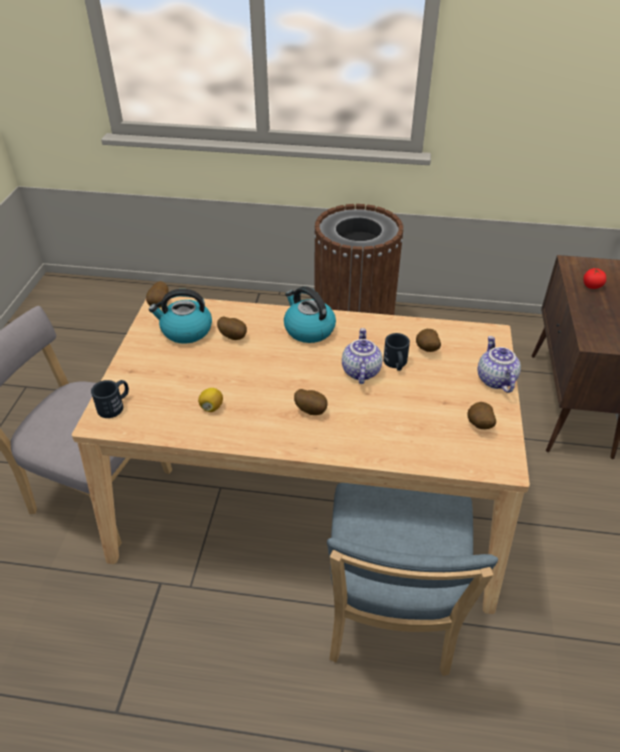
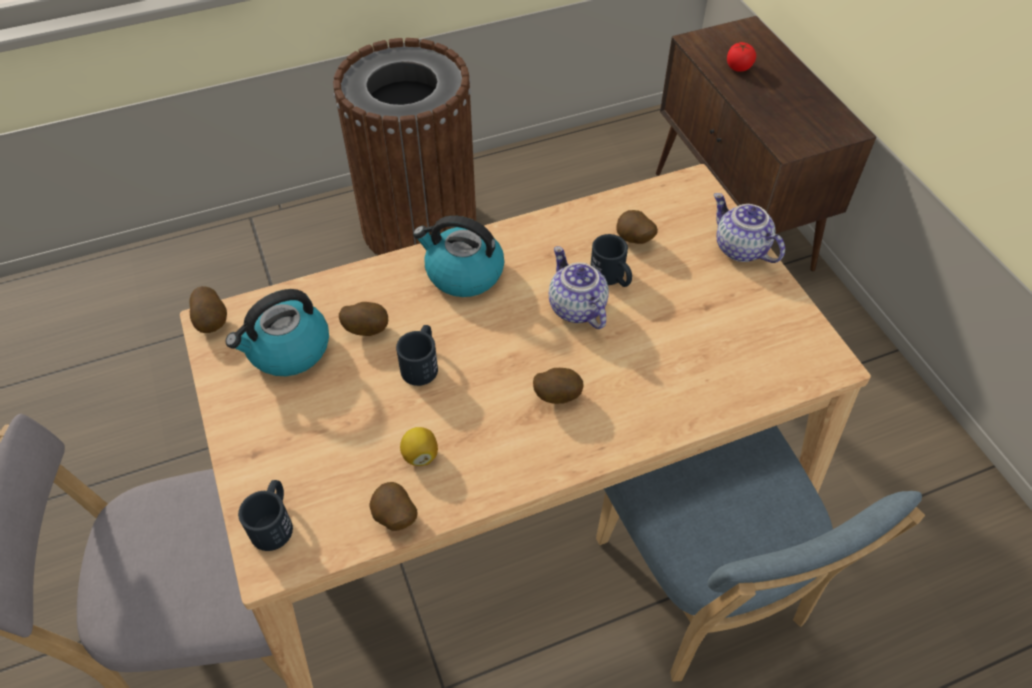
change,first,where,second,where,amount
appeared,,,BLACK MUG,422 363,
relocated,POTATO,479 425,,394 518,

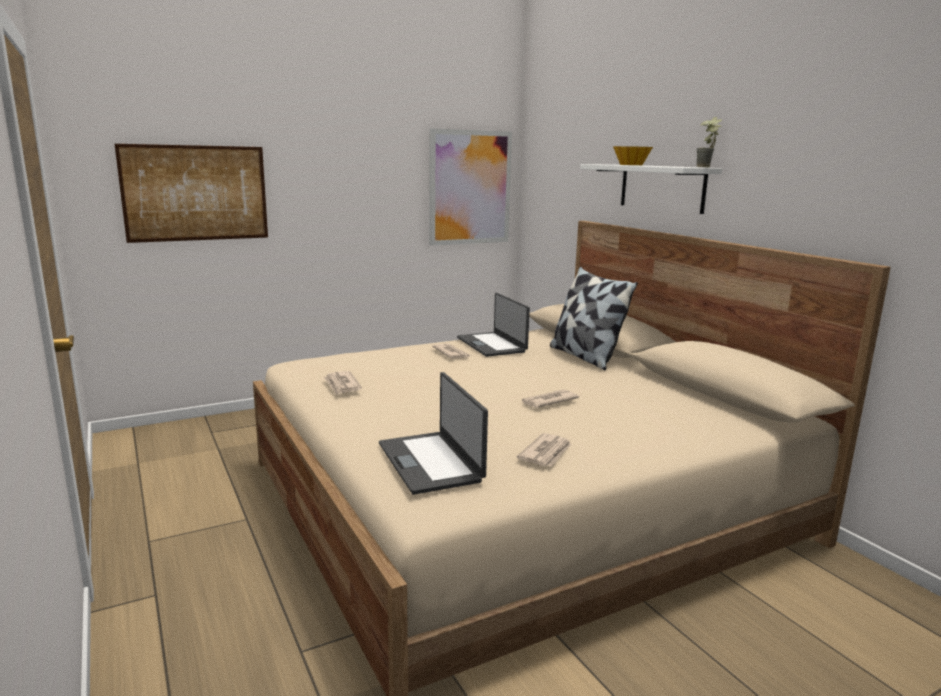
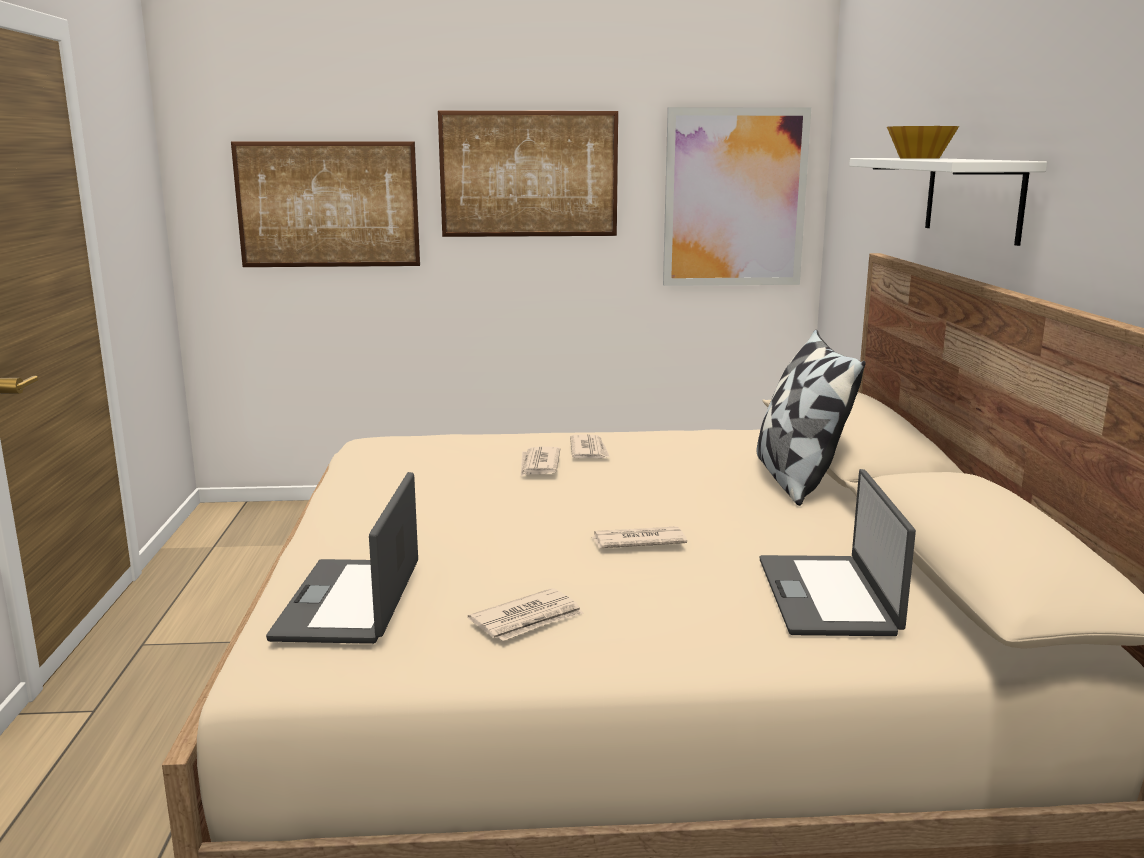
change,first,where,second,where,amount
missing,POTTED PLANT,707 167,,,
appeared,,,PICTURE,529 174,
relocated,NEWSPAPER,342 385,,538 465,
relocated,LAPTOP,492 345,,829 596,

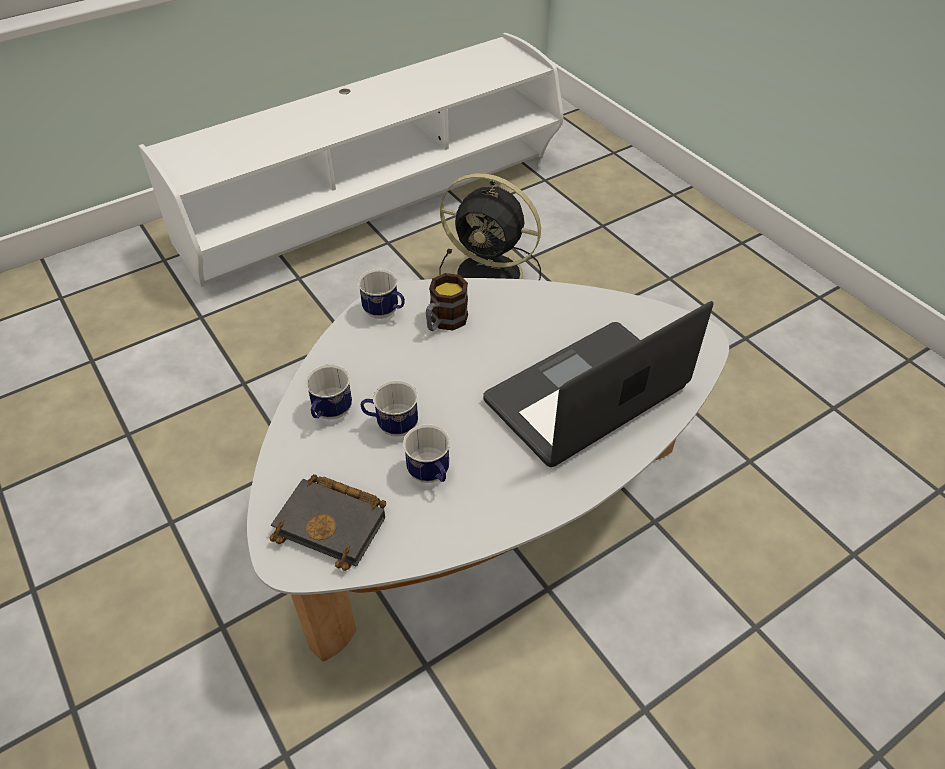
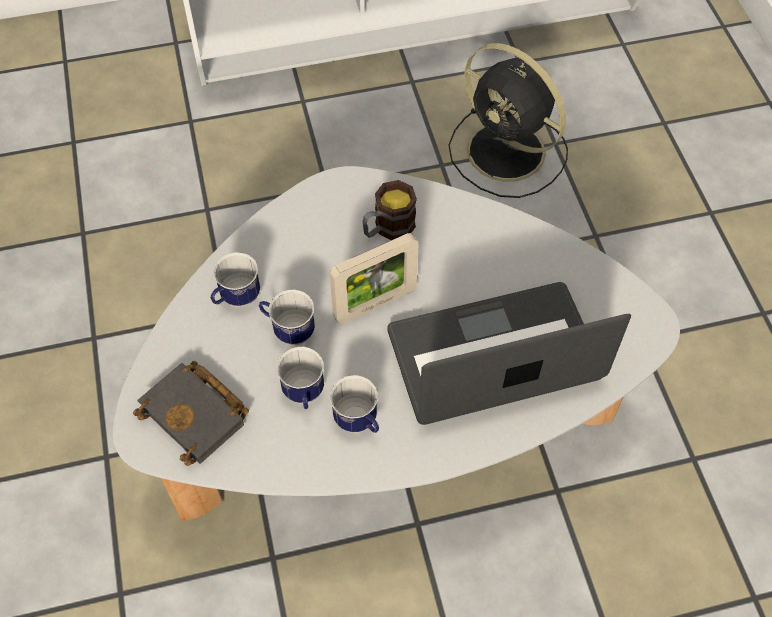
change,first,where,second,where,amount
appeared,,,PICTURE FRAME,375 304,
relocated,MUG,385 313,,359 423,

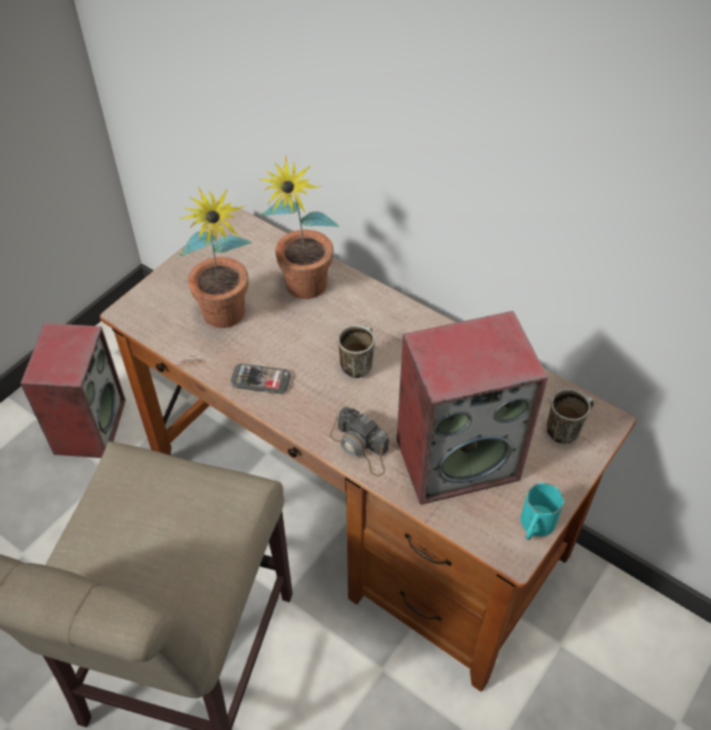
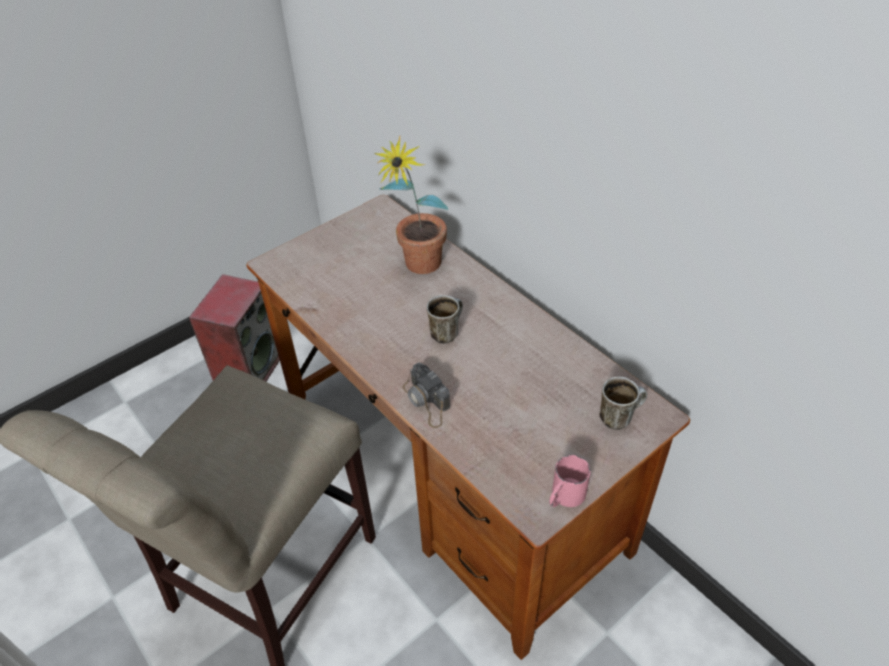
change,first,where,second,where,amount
missing,POTTED PLANT,226 322,,,
missing,PHONE,260 380,,,
missing,SPEAKER,458 457,,,
colour,TURQUOISE MUG,535 526,PINK MUG,564 497,

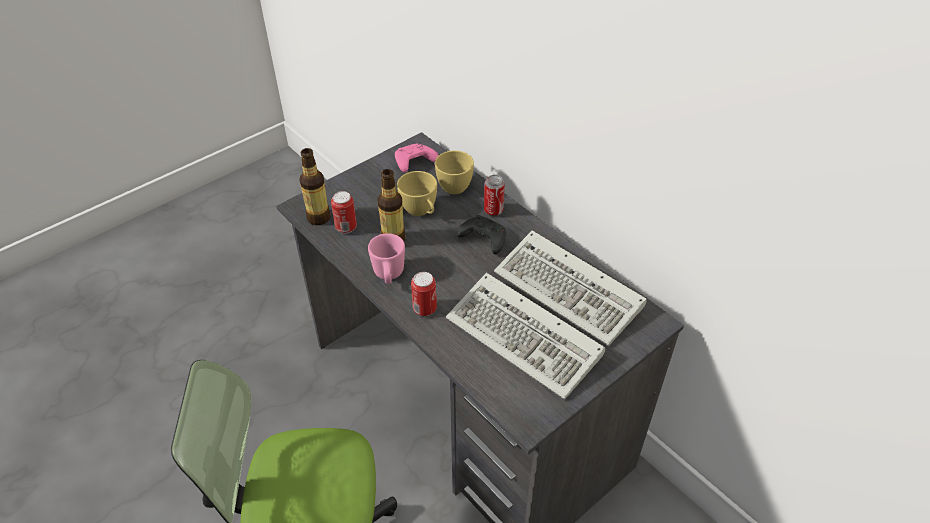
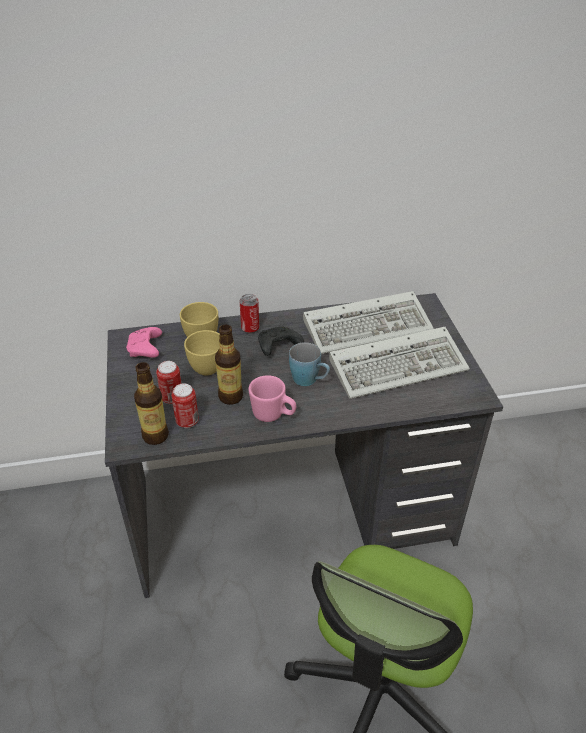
change,first,where,second,where,amount
appeared,,,BLUE MUG,310 380,
relocated,CAN,424 309,,172 398,

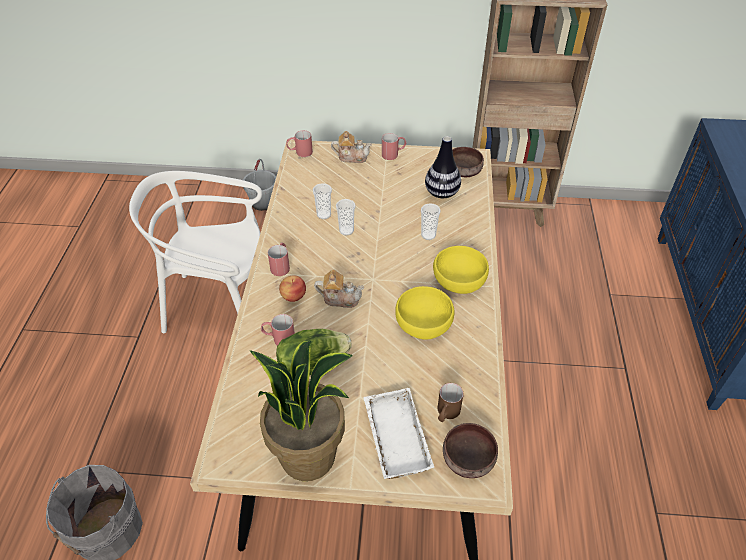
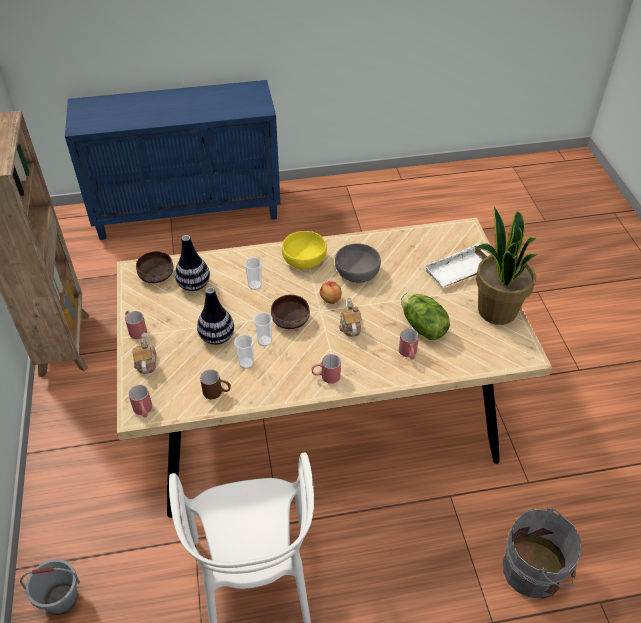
change,first,where,second,where,amount
appeared,,,VASE,217 337,
relocated,APPLE,293 296,,330 299,
relocated,BROWN MUG,446 414,,217 392,
relocated,BROWN BOWL,469 459,,291 319,
colour,YELLOW BOWL,422 324,GREY BOWL,357 273,

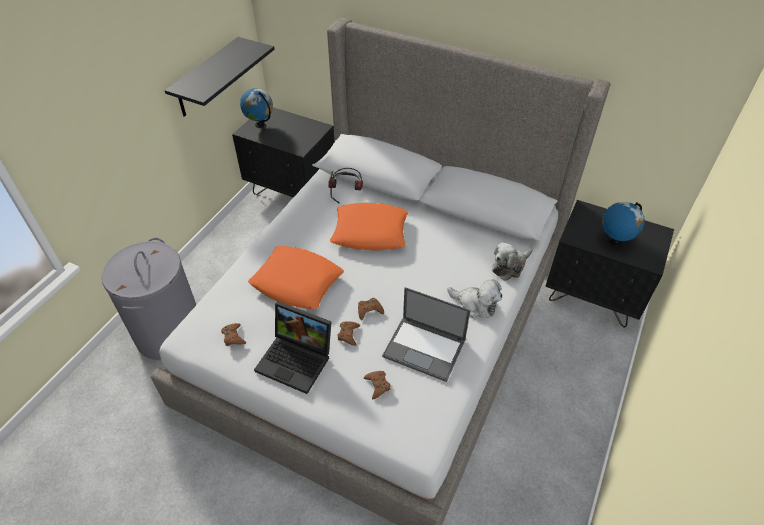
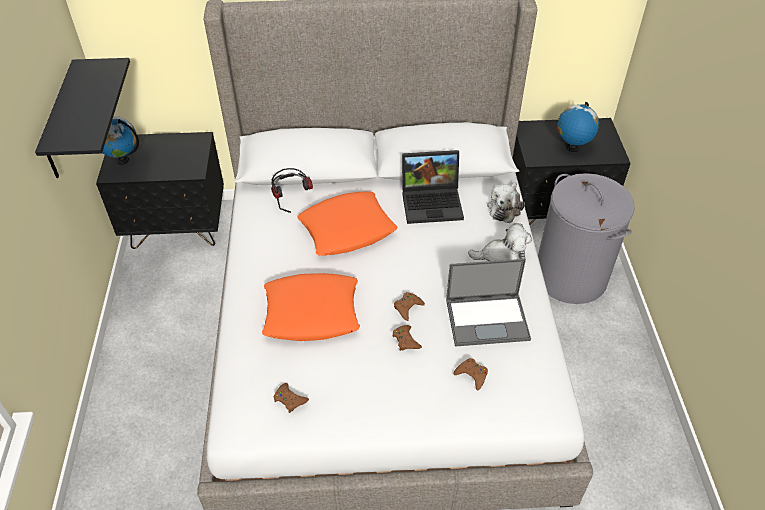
change,first,where,second,where,amount
relocated,GREY LAUNDRY BASKET,170 333,,571 277,
relocated,LAPTOP,297 360,,433 202,

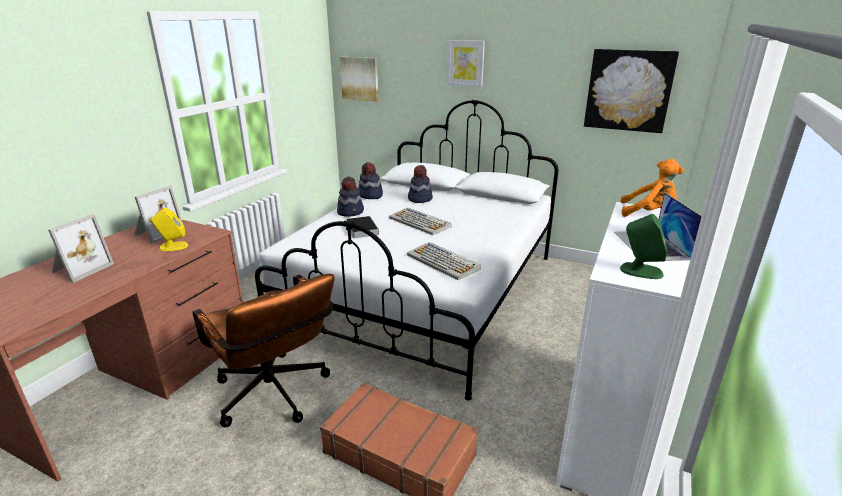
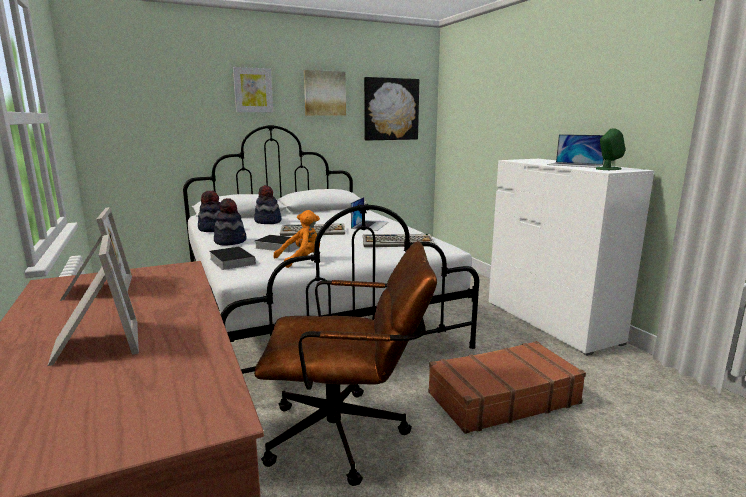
change,first,where,second,where,amount
missing,YELLOW SPEAKER,173 246,,,
appeared,,,BOOK,231 261,
appeared,,,LAPTOP,370 225,
relocated,PICTURE,360 78,,324 93,
relocated,ORANGE PLUSH TOY,648 213,,301 260,

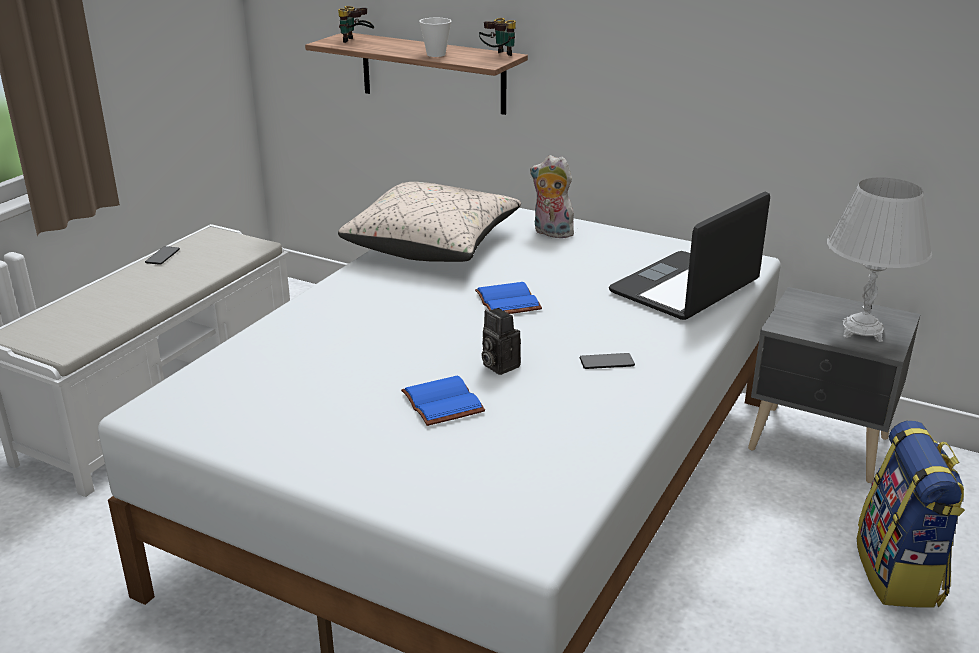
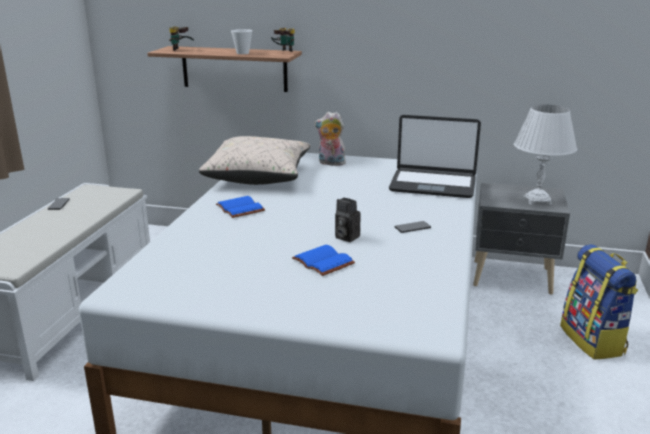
change,first,where,second,where,amount
relocated,BLUE BOOK,510 301,,241 208,
spun,LAPTOP,686 288,,433 184,105 degrees counterclockwise

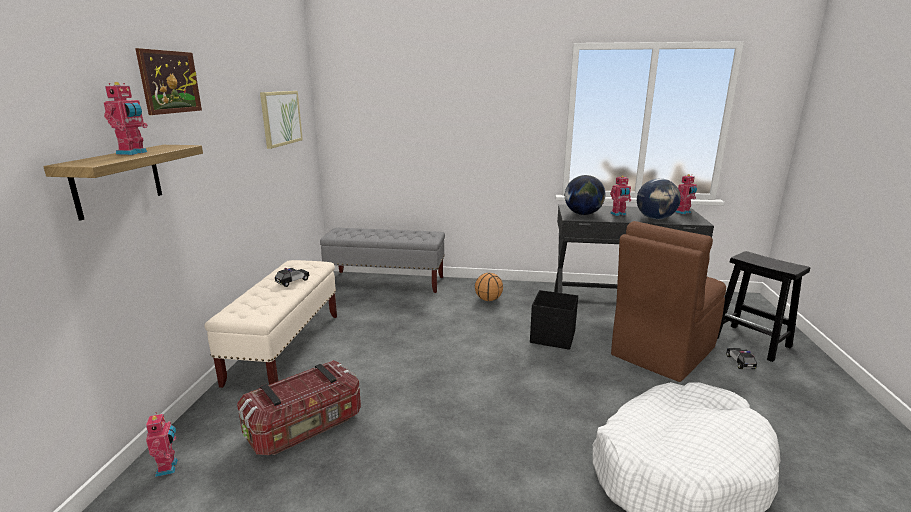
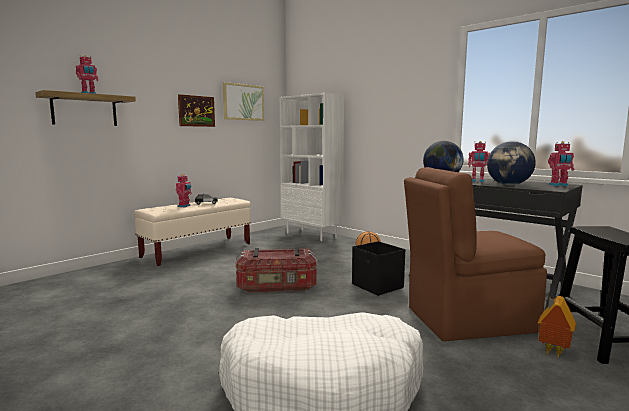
change,first,where,second,where,amount
relocated,PICTURE,170 82,,196 111,
relocated,TOY ROBOT,168 467,,184 206,
relocated,STORAGE BOX,306 427,,277 287,
exchanged,GREY BENCH,386 282,WHITE BOOKCASE,312 235,
exchanged,TOY CAR,740 362,TOY HOUSE,551 351,

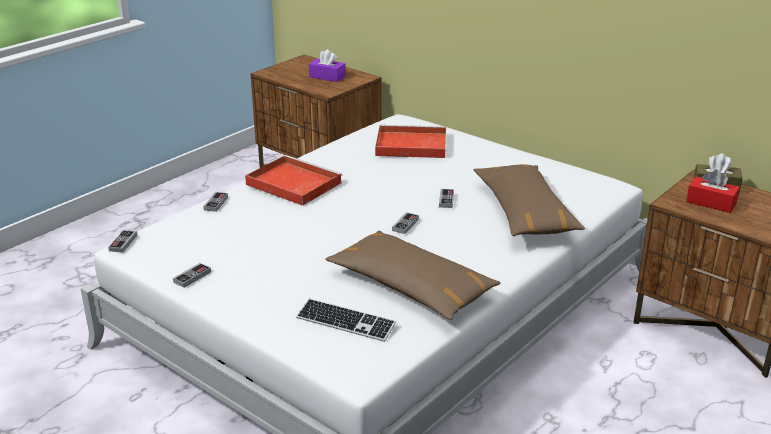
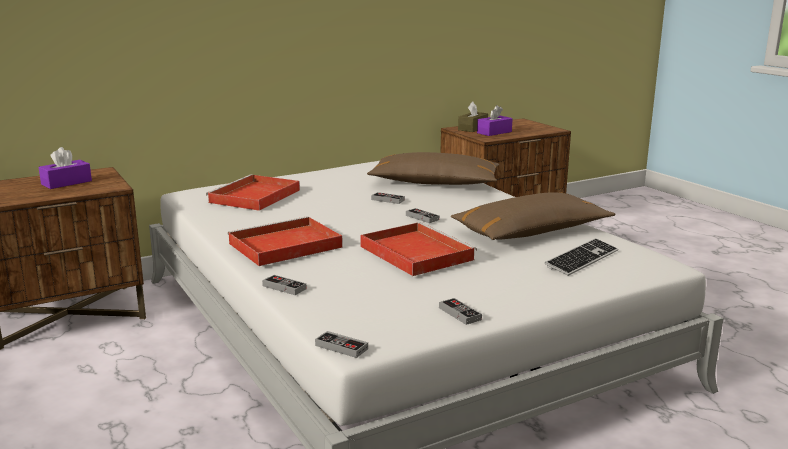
change,first,where,second,where,amount
appeared,,,RED TRAY,414 252,
colour,RED TISSUE BOX,711 202,PURPLE TISSUE BOX,494 132,

